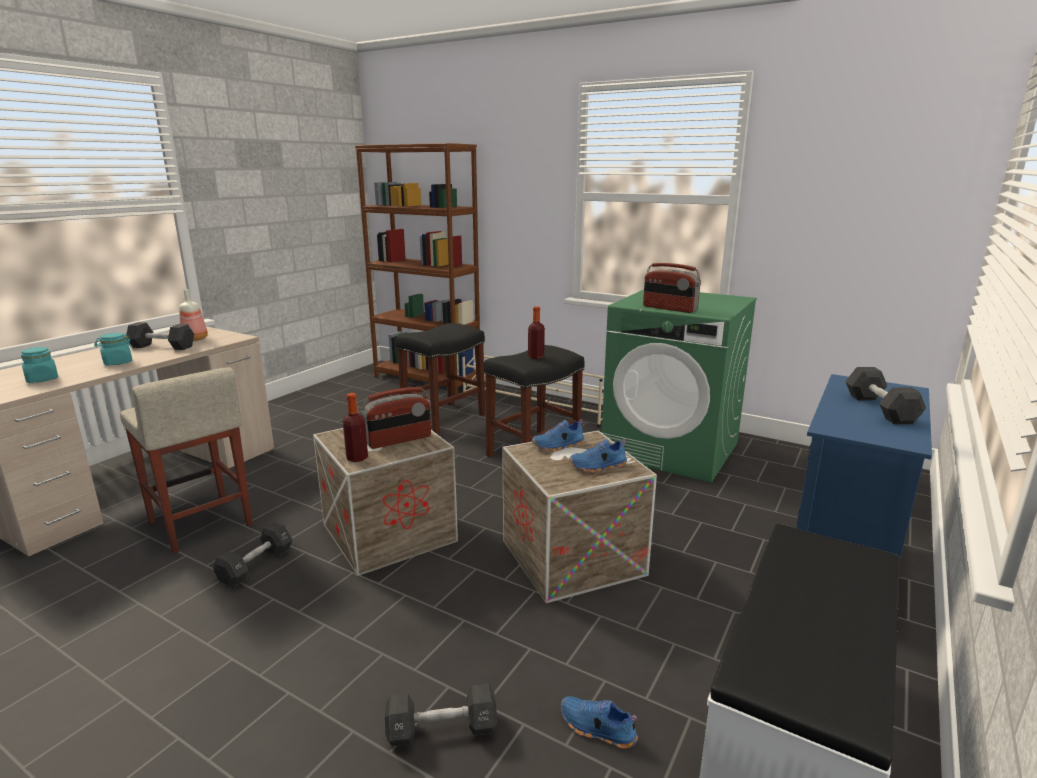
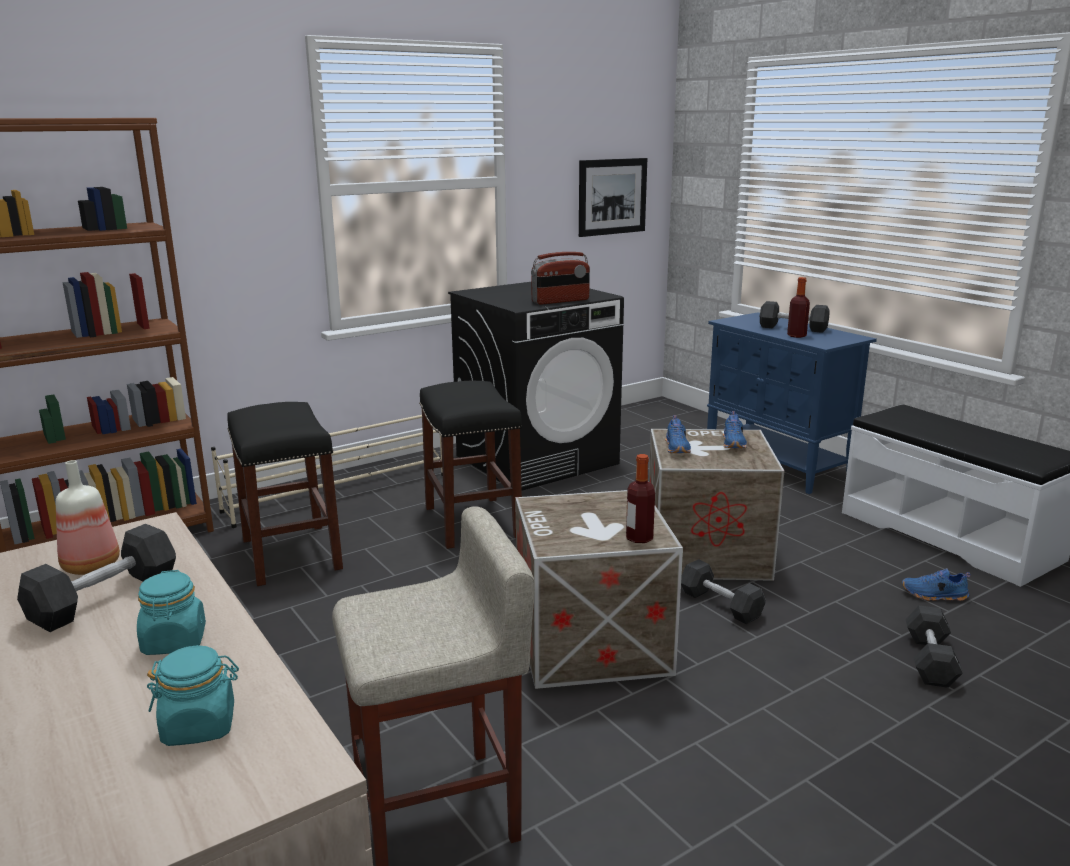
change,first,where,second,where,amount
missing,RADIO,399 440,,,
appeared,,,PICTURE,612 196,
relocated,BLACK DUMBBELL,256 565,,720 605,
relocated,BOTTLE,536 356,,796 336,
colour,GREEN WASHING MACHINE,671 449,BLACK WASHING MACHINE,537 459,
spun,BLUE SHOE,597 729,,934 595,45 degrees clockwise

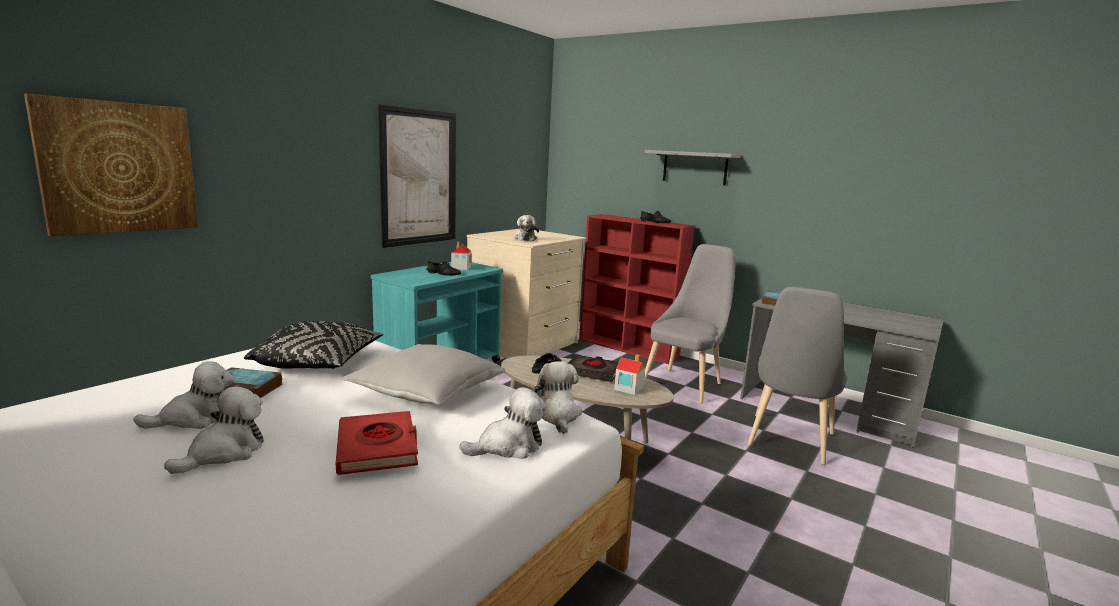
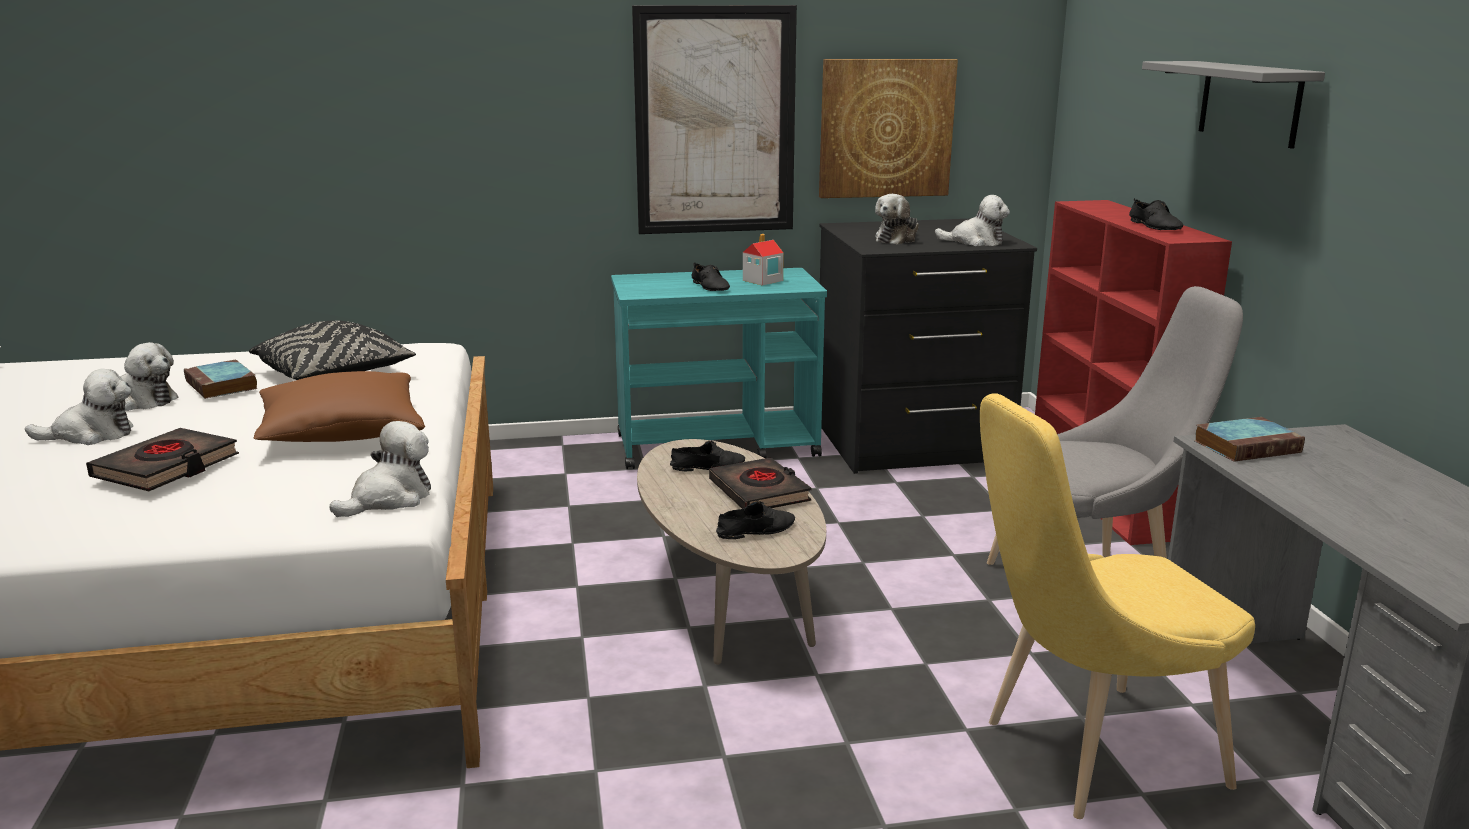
change,first,where,second,where,amount
relocated,PICTURE,119 167,,886 128,
relocated,PLUSH TOY,508 446,,975 242,
exchanged,TOY HOUSE,628 388,BLACK SHOE,755 530,
colour,RED BOOK,378 448,BLACK BOOK,166 467,
colour,GREY PILLOW,427 392,BROWN PILLOW,341 433,
colour,BEIGE DRESSER,524 344,BLACK DRESSER,912 442,
colour,GREY CHAIR,788 442,YELLOW CHAIR,1089 755,

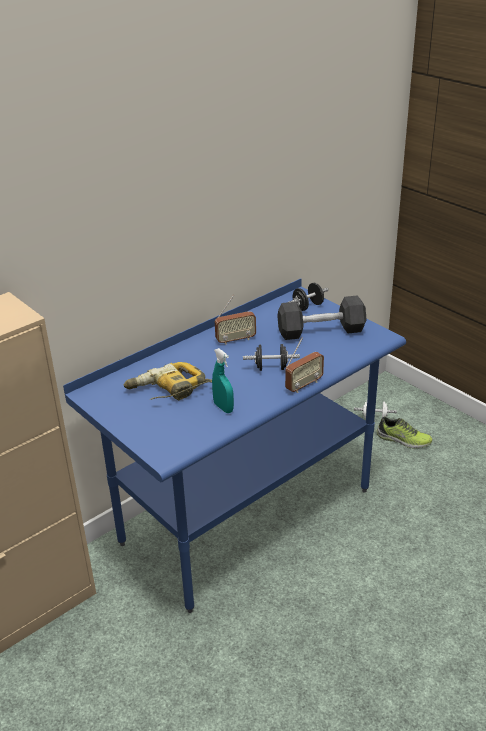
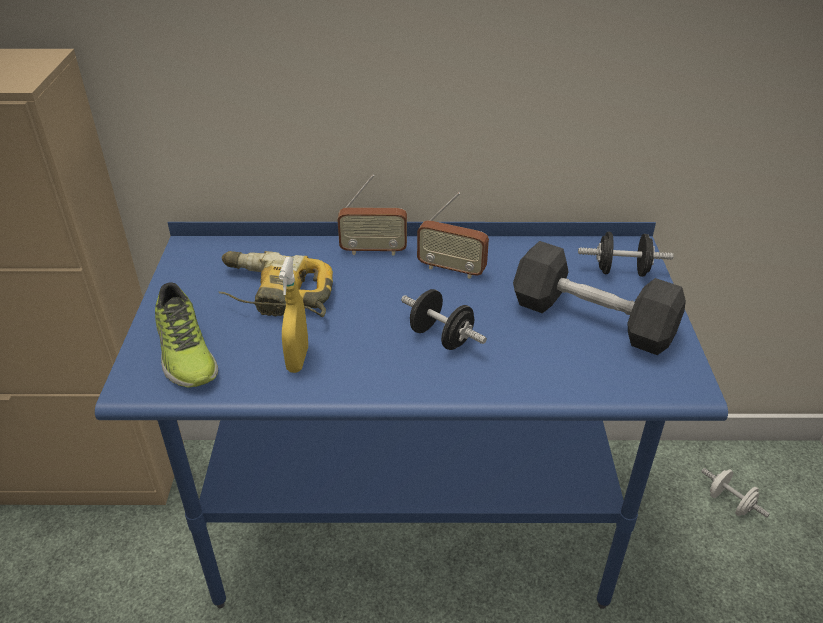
change,first,where,second,where,amount
relocated,RADIO,304 385,,373 250,
relocated,SHOE,403 440,,184 352,
colour,TURQUOISE SPRAY BOTTLE,223 407,YELLOW SPRAY BOTTLE,298 359,

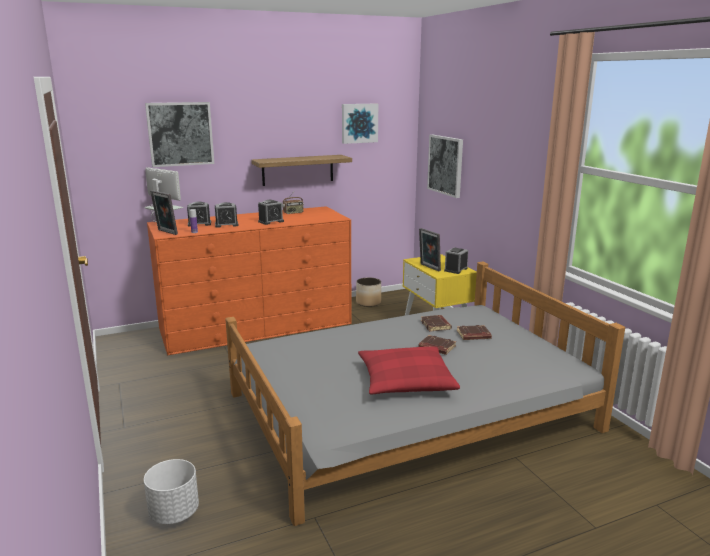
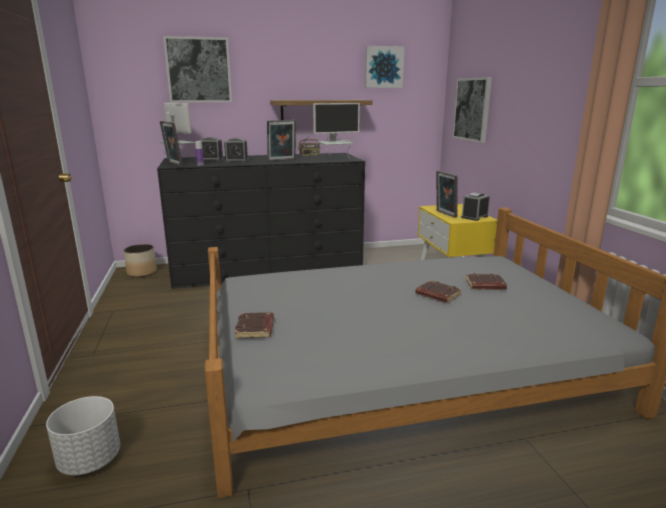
change,first,where,second,where,amount
missing,RED PILLOW,405 381,,,
appeared,,,MONITOR,335 159,
relocated,PLANTER,368 302,,142 272,
relocated,BROWN BOOK,436 326,,256 329,
exchanged,ALARM CLOCK,271 221,PICTURE FRAME,282 160,
colour,ORANGE DRESSER,256 326,BLACK DRESSER,267 268,

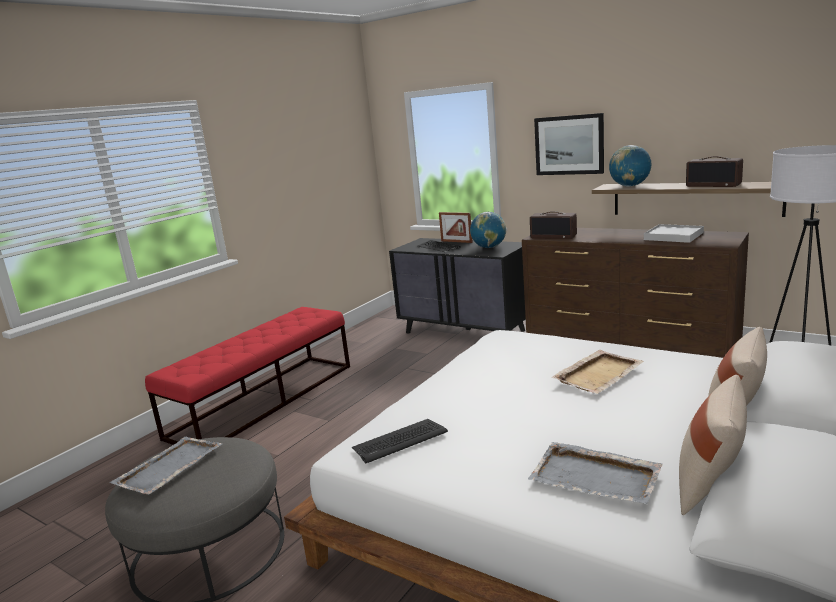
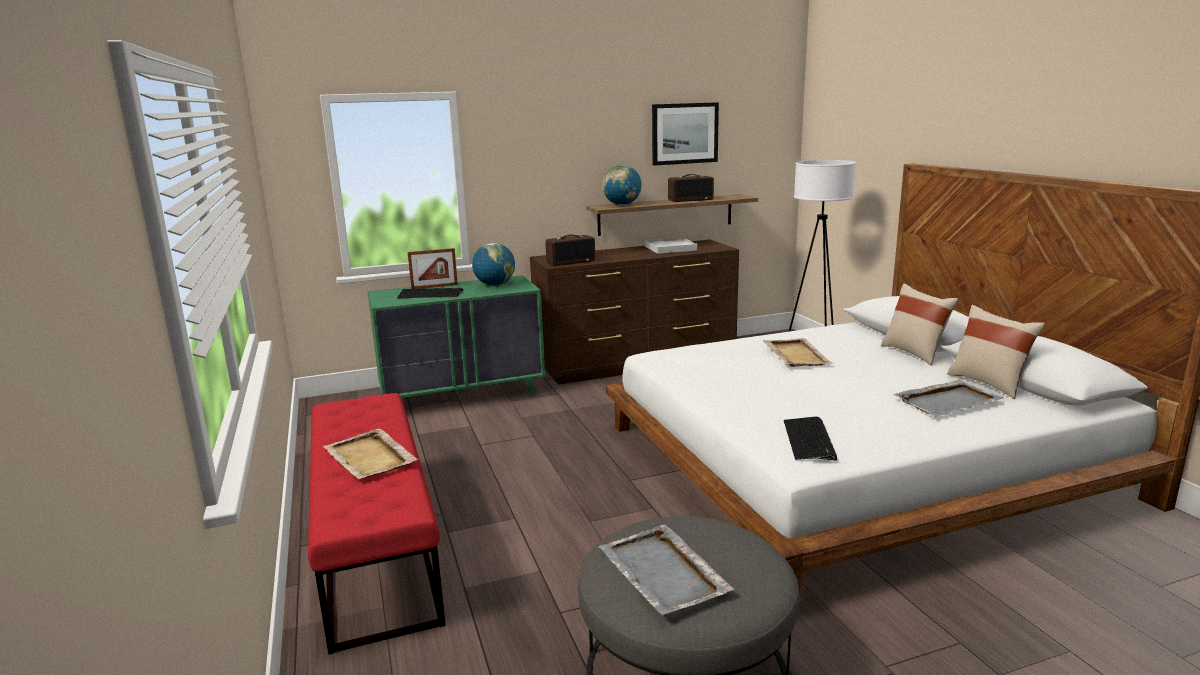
change,first,where,second,where,amount
appeared,,,BEIGE TRAY,370 458,
relocated,PICTURE,569 145,,684 133,
colour,BLACK DRESSER,465 331,GREEN DRESSER,463 395,

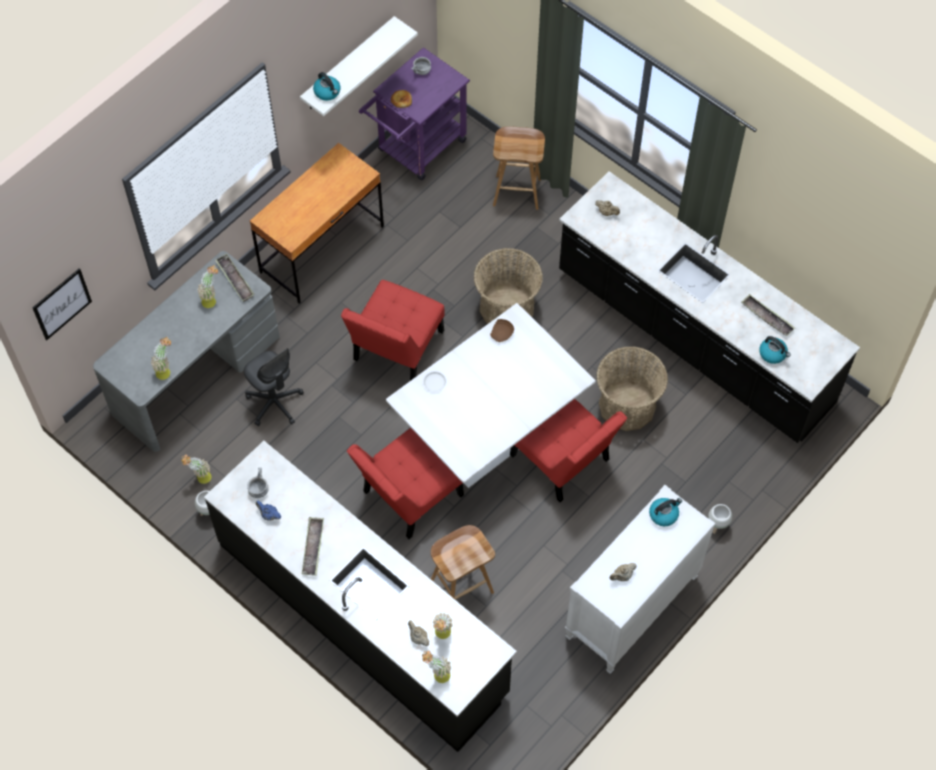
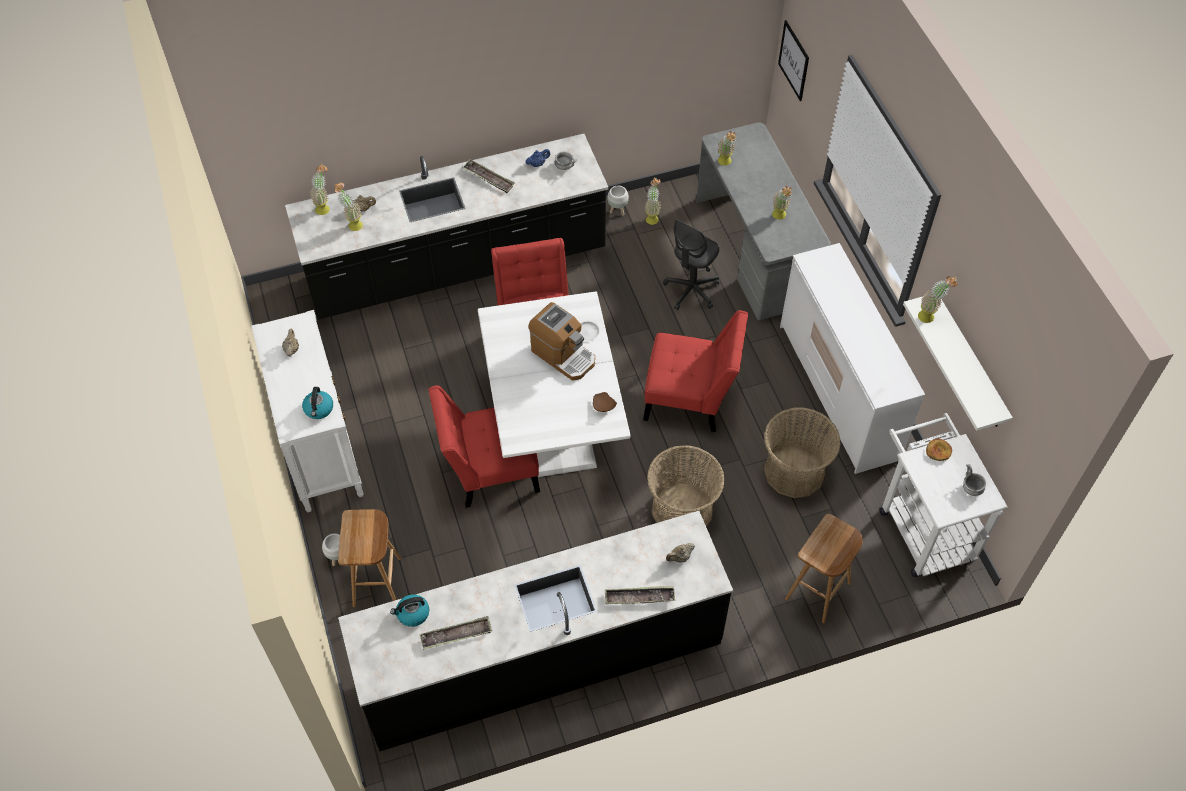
change,first,where,second,where,amount
appeared,,,COFFEE MACHINE,563 355,
relocated,TRAY,235 280,,639 597,
relocated,BROWN STOOL,461 587,,378 582,
relocated,BASKET,627 405,,794 471,
exchanged,BROWN DESK,322 249,WHITE DRESSER,838 392,
exchanged,KETTLE,327 92,POTTED PLANT,930 316,
colour,PURPLE CART,417 150,WHITE CART,922 526,
spun,GREY OFFICE CHAIR,275 403,,691 290,45 degrees counterclockwise
spun,RED CHAIR,395 350,,690 399,135 degrees clockwise

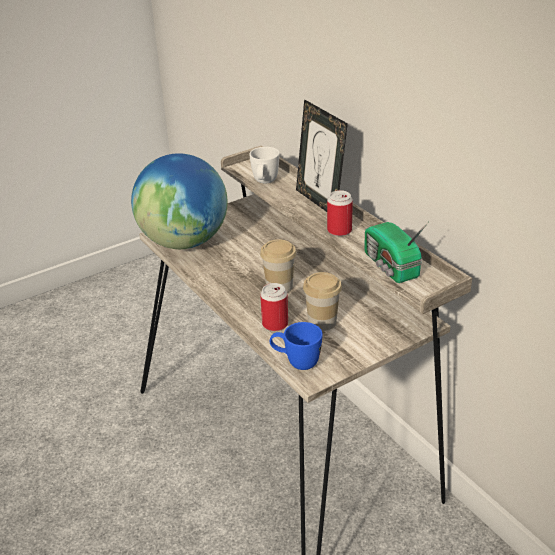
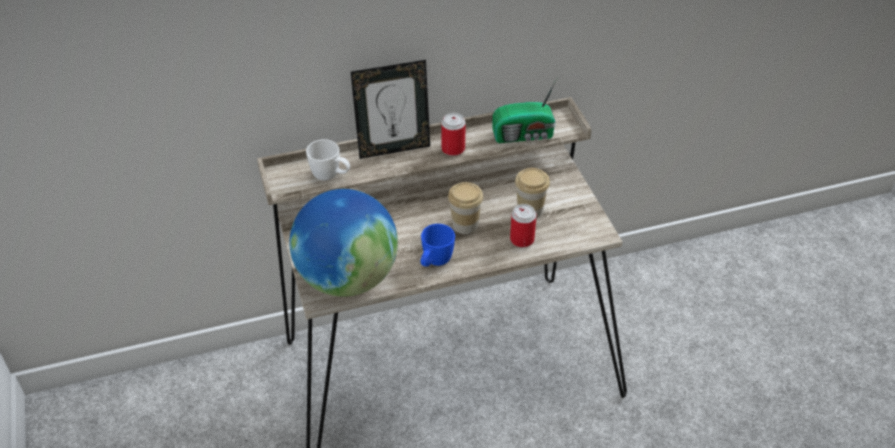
change,first,where,second,where,amount
relocated,BLUE MUG,296 362,,435 263,

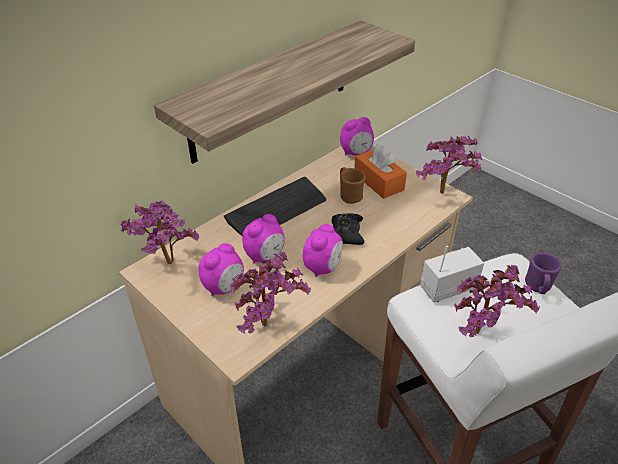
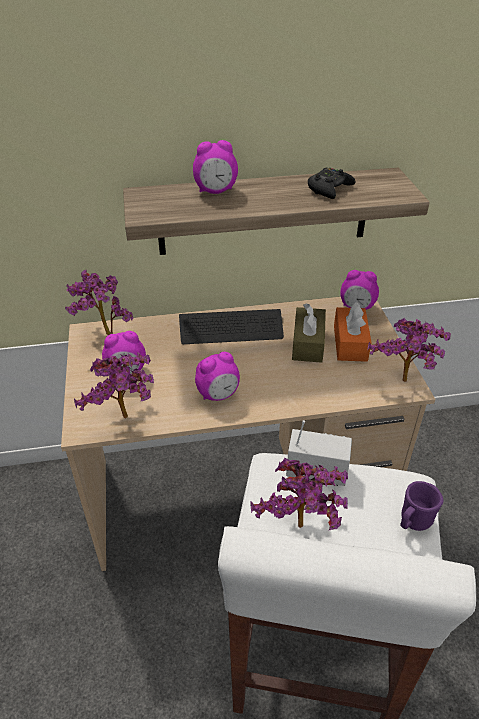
change,first,where,second,where,amount
relocated,ALARM CLOCK,265 256,,216 191,
relocated,BLACK GAME CONTROLLER,347 233,,329 189,
exchanged,BROWN MUG,349 195,BROWN TISSUE BOX,308 343,

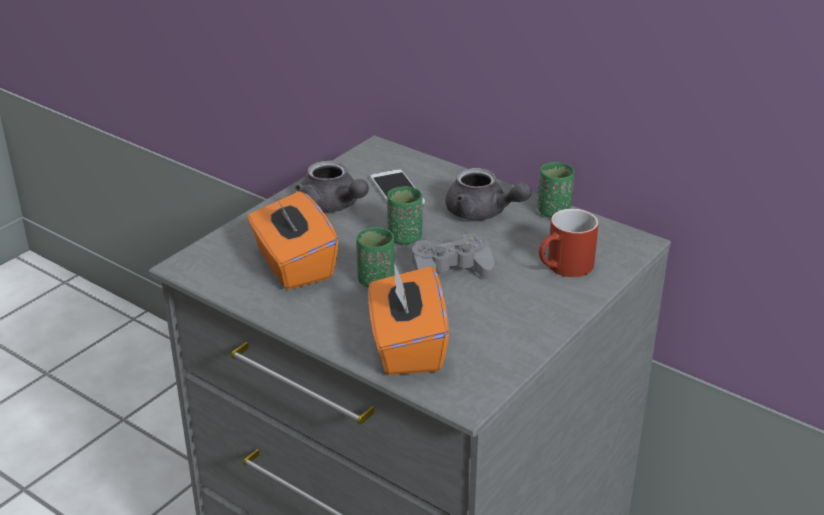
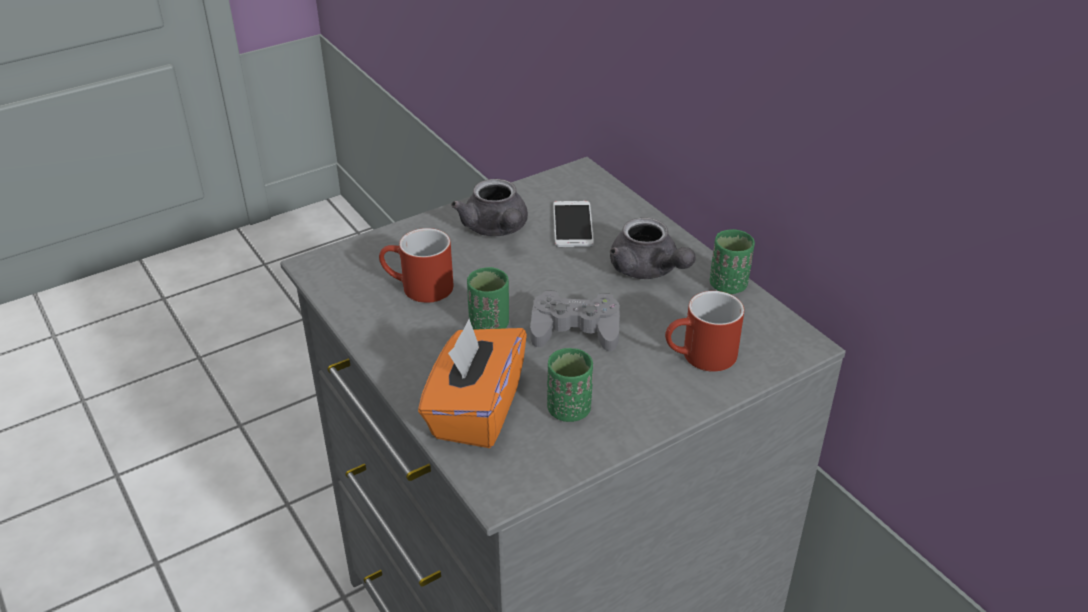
change,first,where,second,where,amount
relocated,GREEN CUP,405 237,,569 410,
exchanged,ORANGE TISSUE BOX,293 265,RED MUG,417 288,

